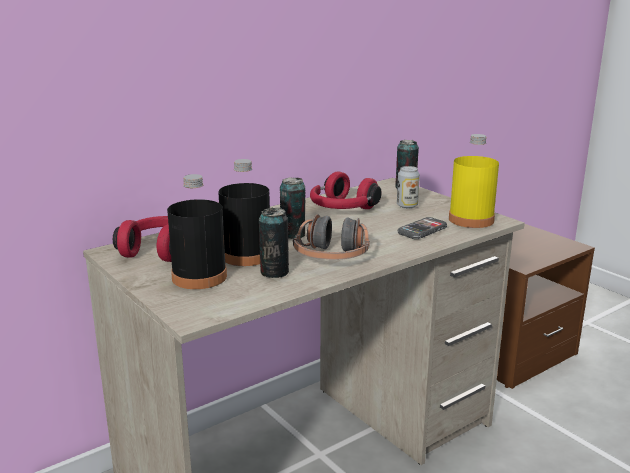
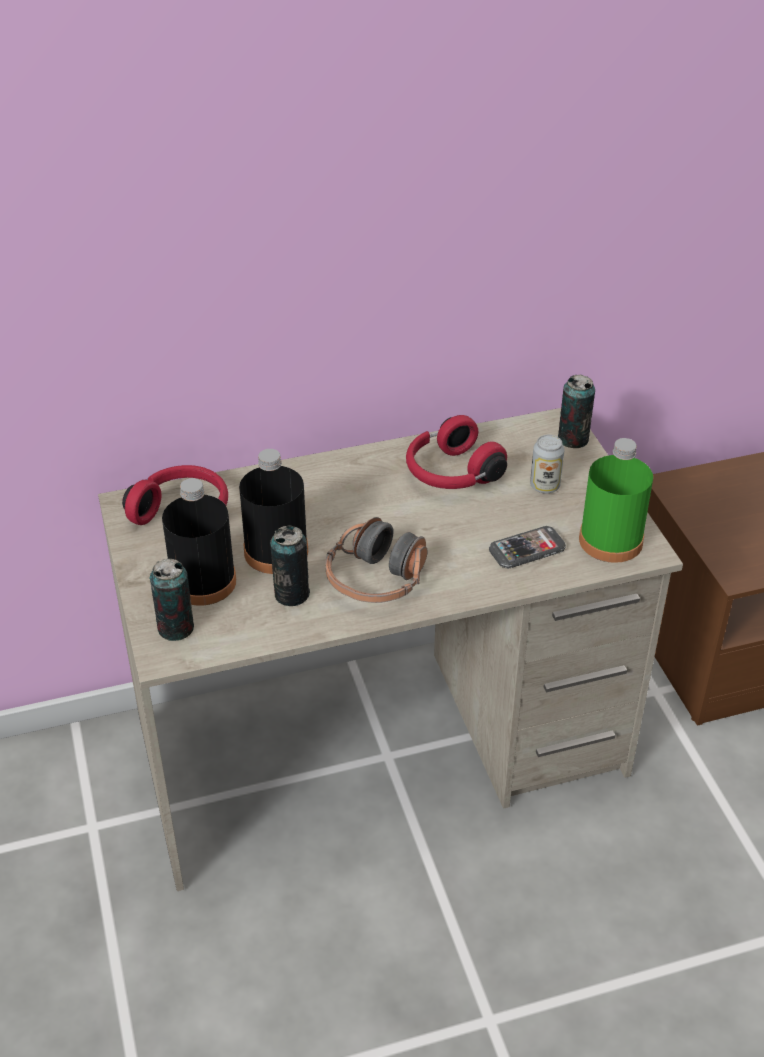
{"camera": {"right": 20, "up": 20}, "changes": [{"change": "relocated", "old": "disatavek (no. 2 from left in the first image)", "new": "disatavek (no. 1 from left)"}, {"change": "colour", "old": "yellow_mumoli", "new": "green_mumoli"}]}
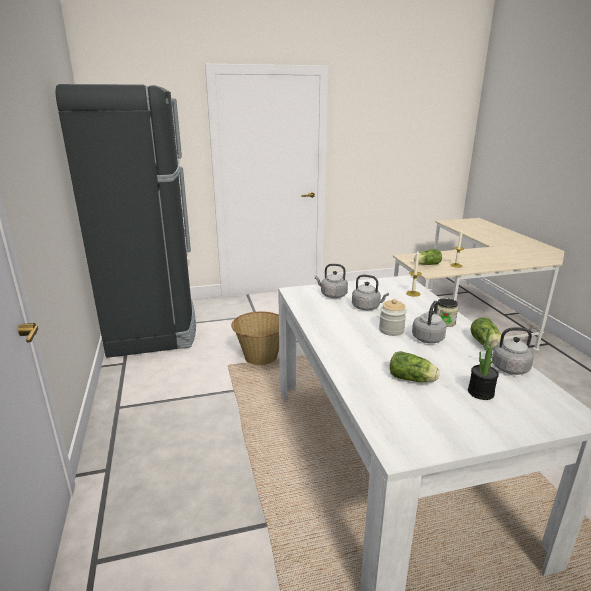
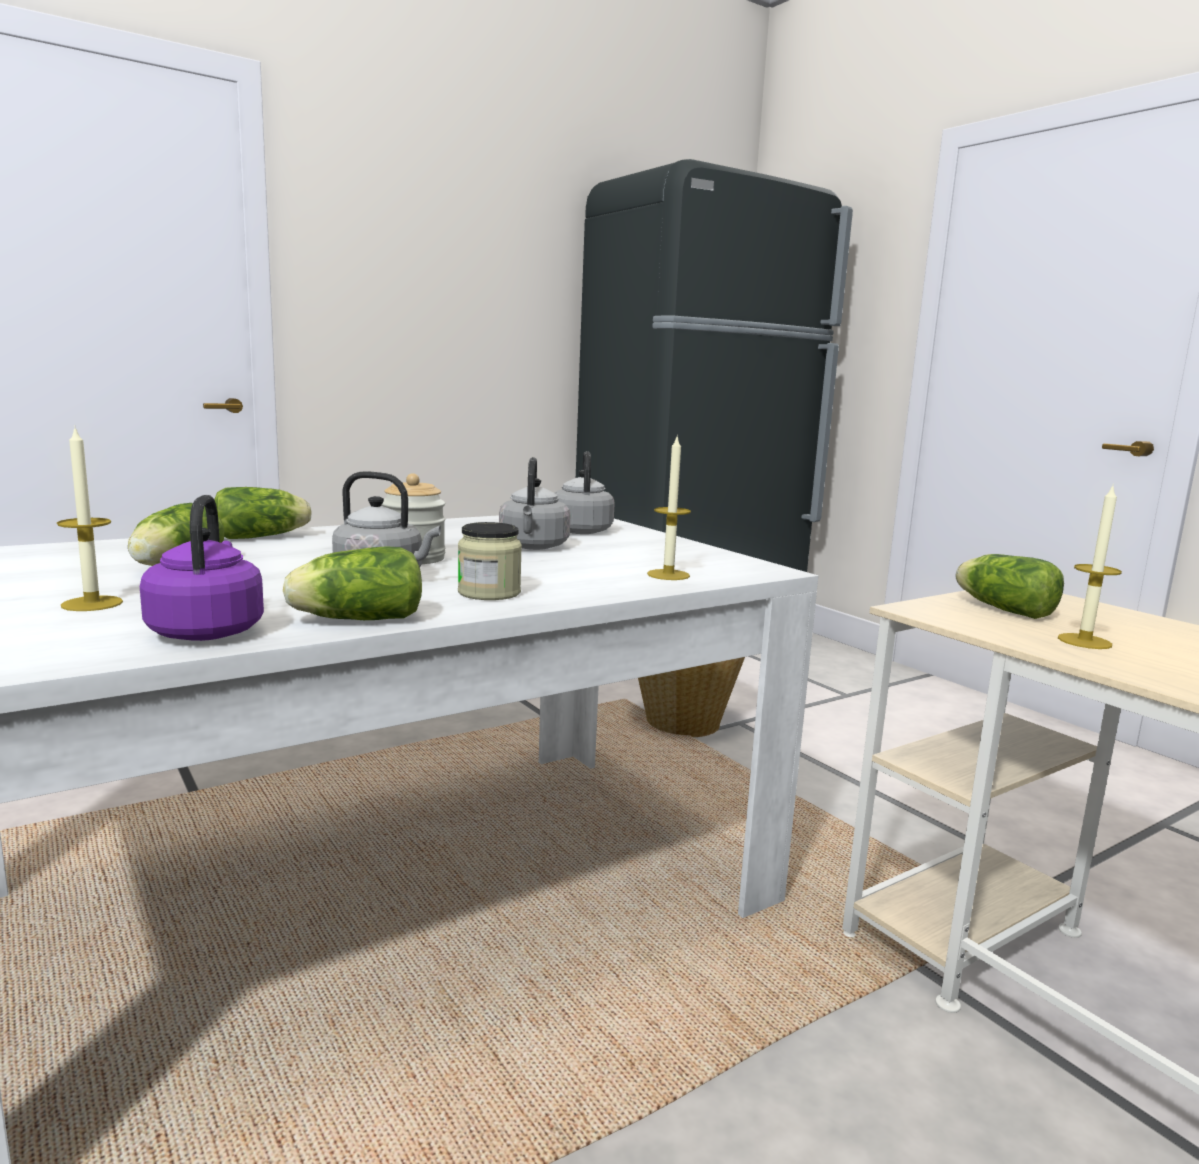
{"camera": {"right": 70, "up": -10}, "changes": [{"change": "exchanged", "old": "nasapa", "new": "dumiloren (no. 1 from left)"}, {"change": "colour", "old": "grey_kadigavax (no. 4 from left)", "new": "purple_kadigavax"}, {"change": "appeared", "new": "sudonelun (no. 2 from left)"}]}
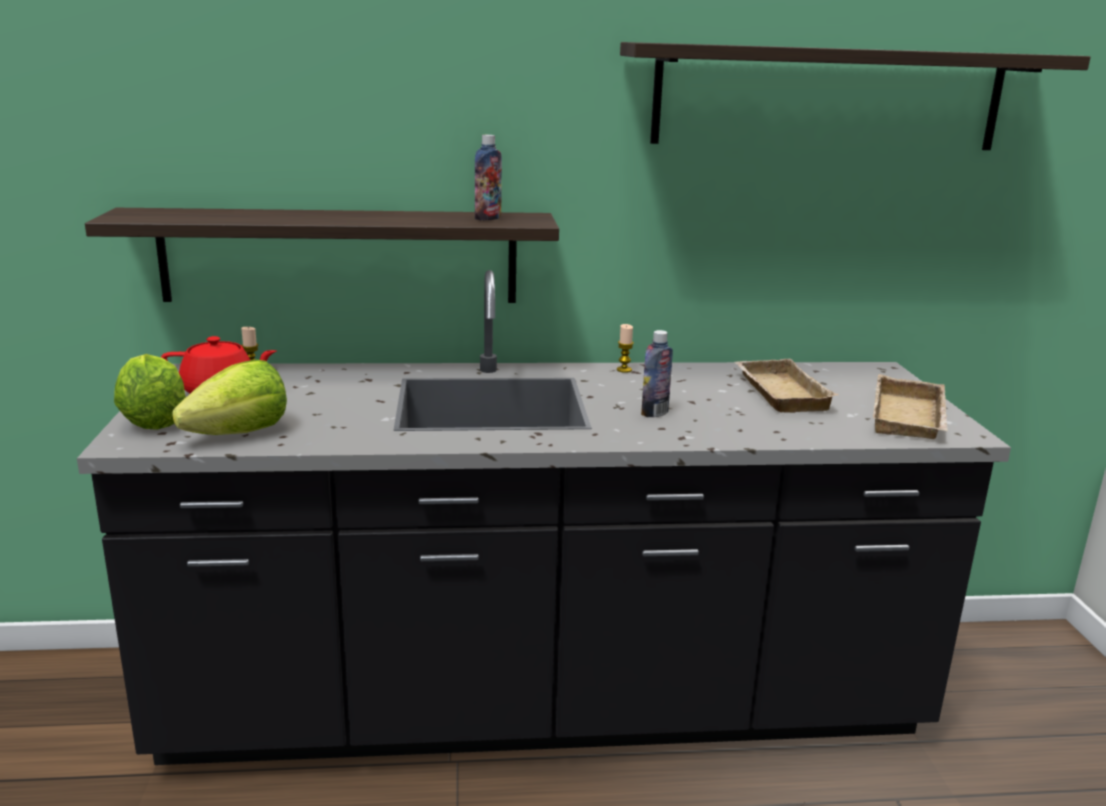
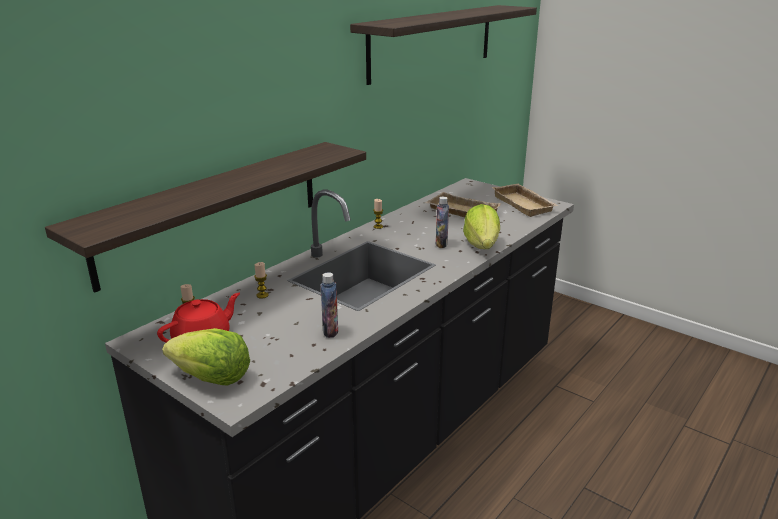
{"camera": {"right": -45, "up": 5}, "changes": [{"change": "relocated", "old": "sudonelun (no. 2 from left)"}, {"change": "relocated", "old": "mumoli (no. 1 from left)"}, {"change": "appeared", "new": "dumiloren (no. 2 from left)"}]}
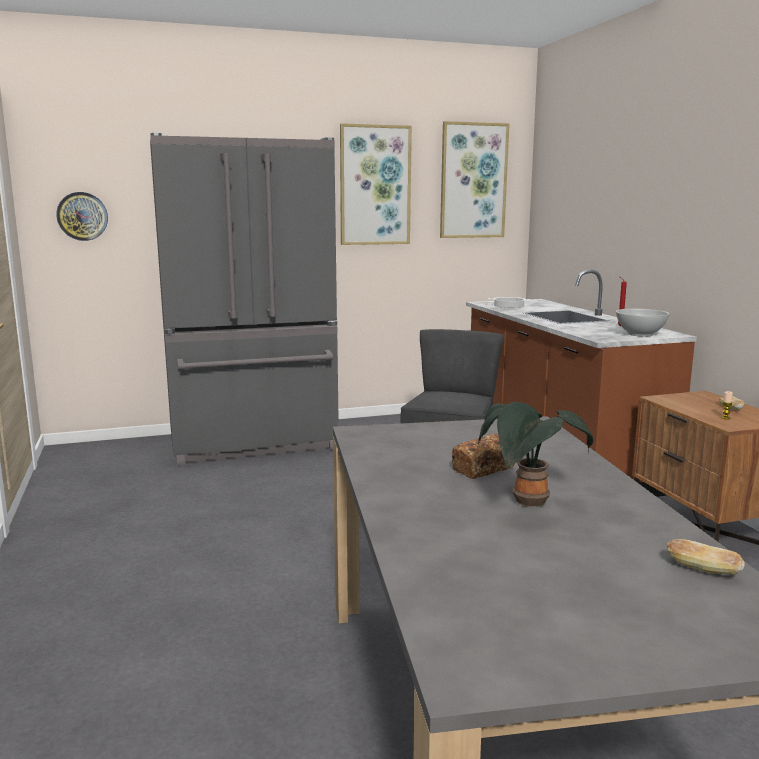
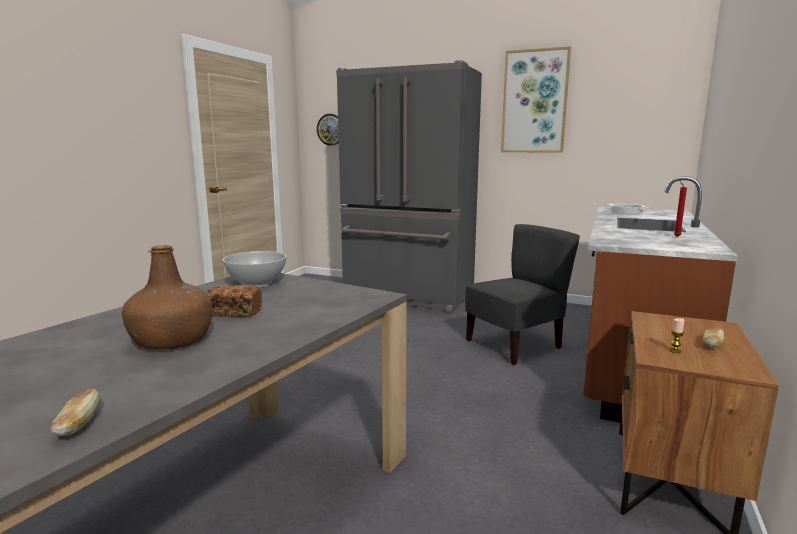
{"camera": {"right": 40, "up": 0}, "changes": [{"change": "missing", "old": "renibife (no. 2 from left)"}, {"change": "exchanged", "old": "nasapa", "new": "brown_mumoli"}, {"change": "relocated", "old": "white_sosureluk"}]}
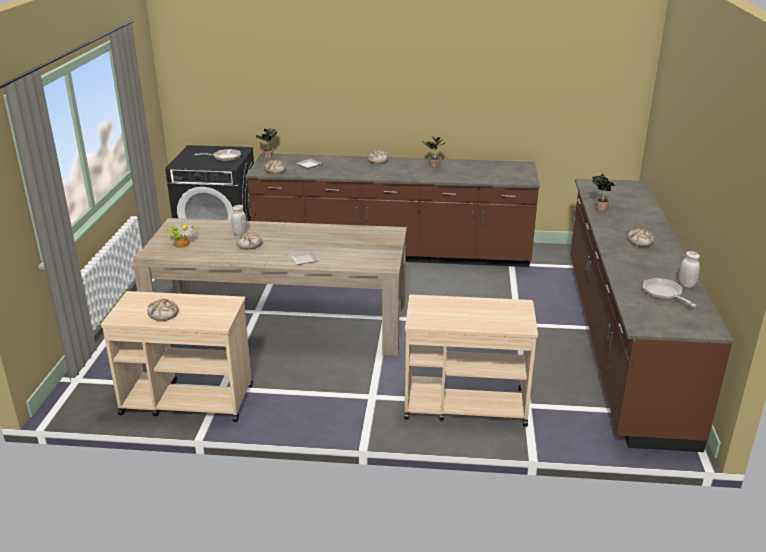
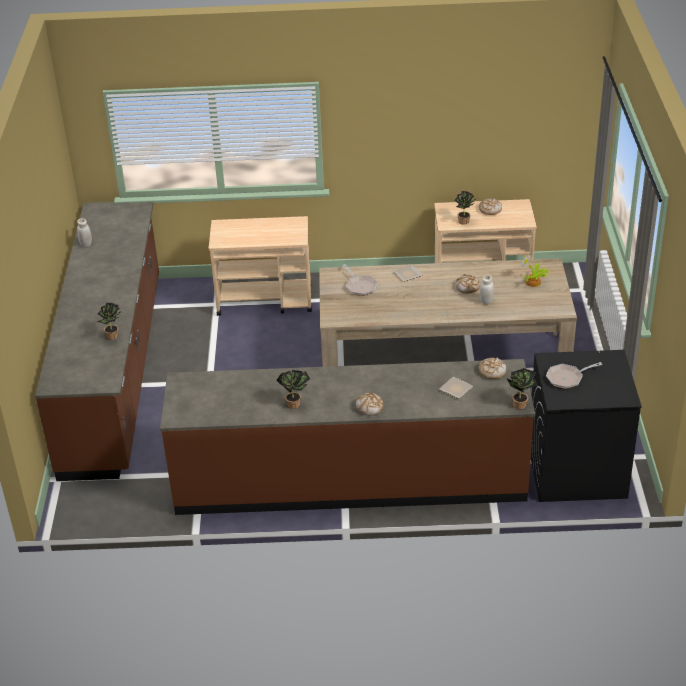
{"camera": {"right": 175, "up": 10}, "changes": [{"change": "missing", "old": "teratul (no. 5 from left)"}, {"change": "relocated", "old": "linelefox (no. 2 from left in the first image)", "new": "linelefox (no. 1 from left)"}, {"change": "appeared", "new": "nasapa (no. 3 from left)"}]}
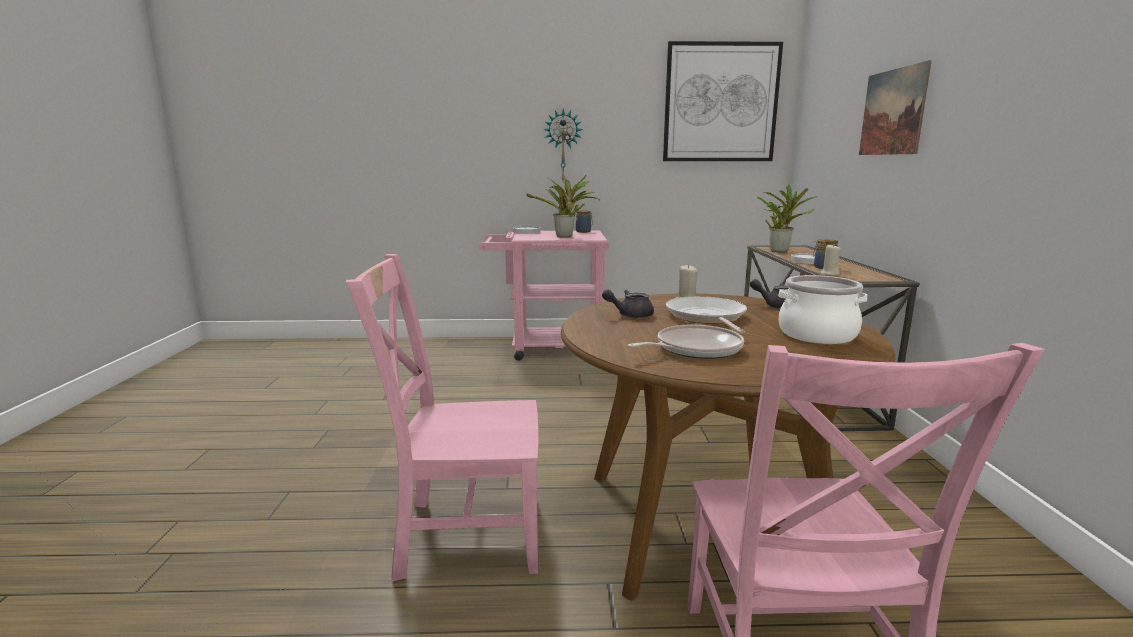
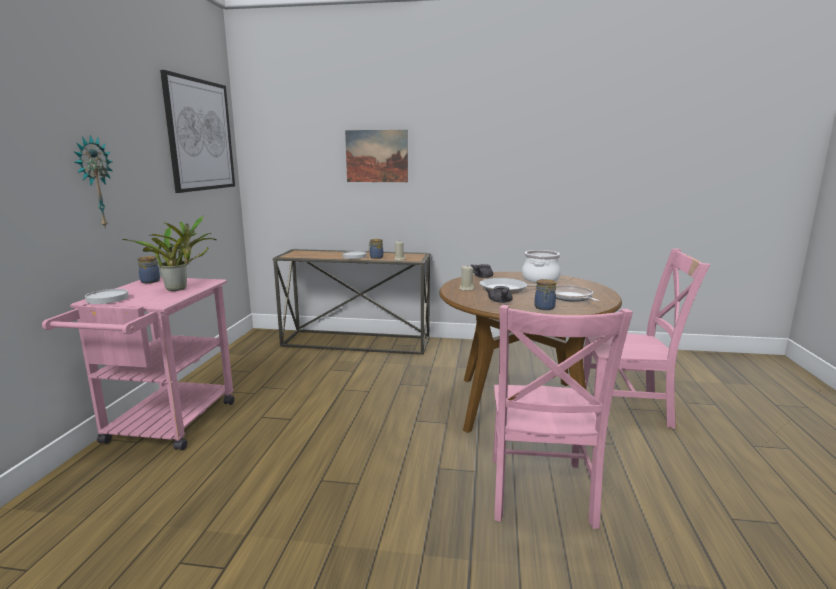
{"camera": {"right": -80, "up": 0}, "changes": [{"change": "missing", "old": "nasapa (no. 2 from left)"}, {"change": "appeared", "new": "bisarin (no. 3 from left)"}]}
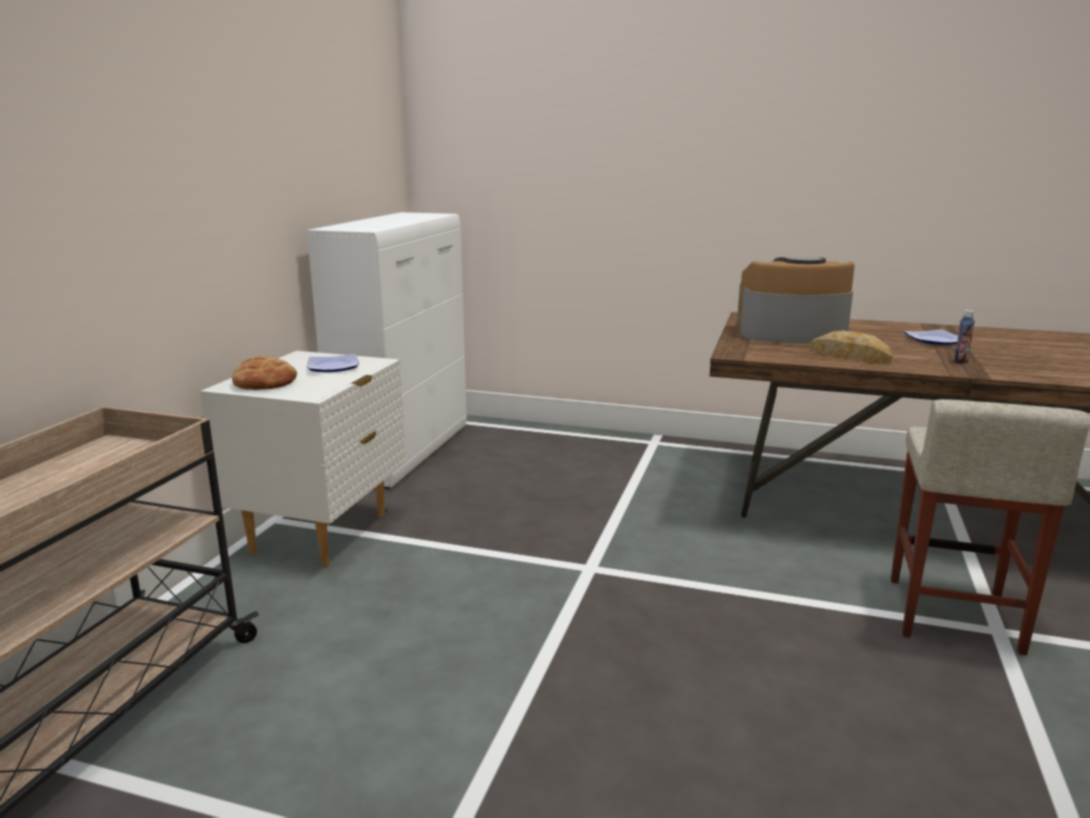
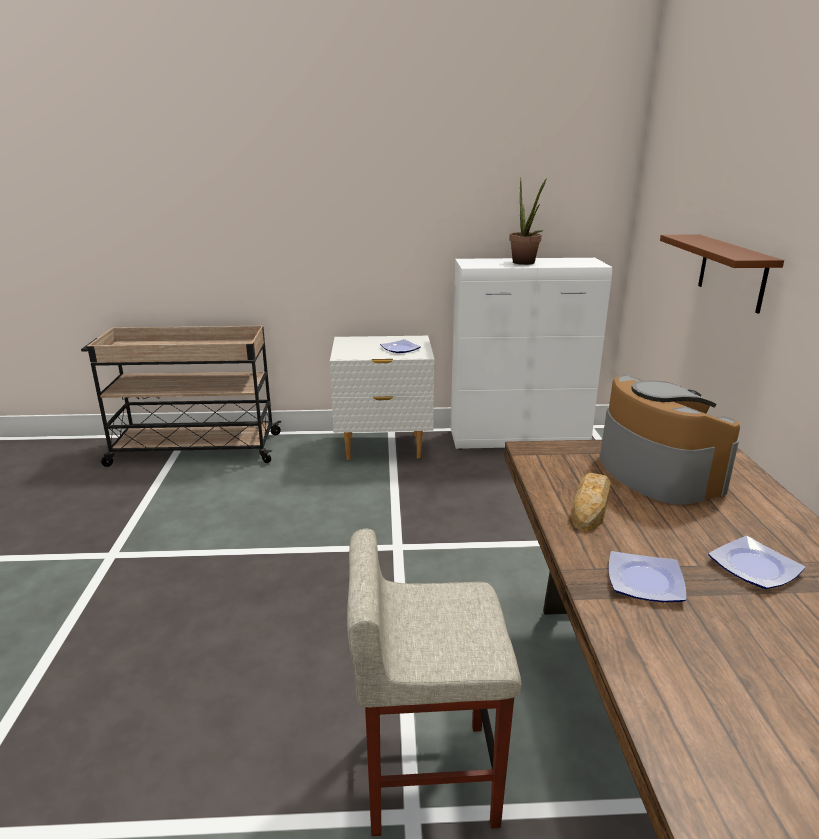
{"camera": {"right": 70, "up": 5}, "changes": [{"change": "missing", "old": "teratul (no. 1 from left)"}, {"change": "exchanged", "old": "mumoli", "new": "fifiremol (no. 2 from left)"}, {"change": "appeared", "new": "nasapa"}, {"change": "appeared", "new": "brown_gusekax"}]}
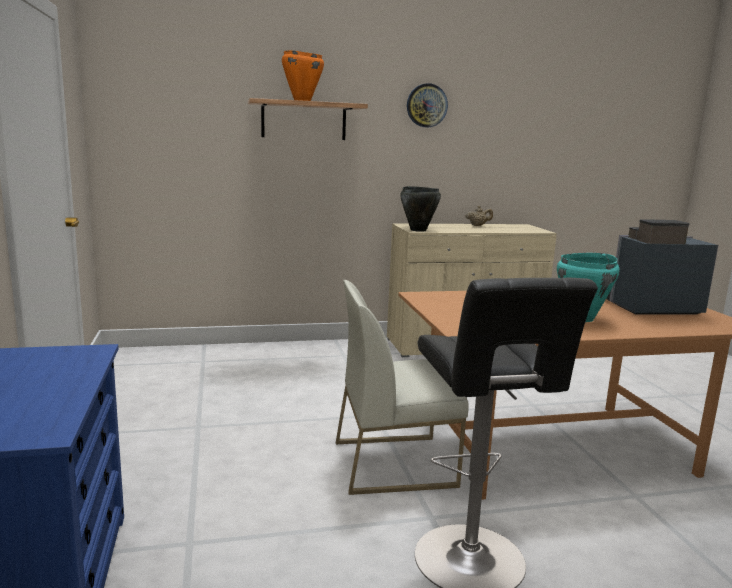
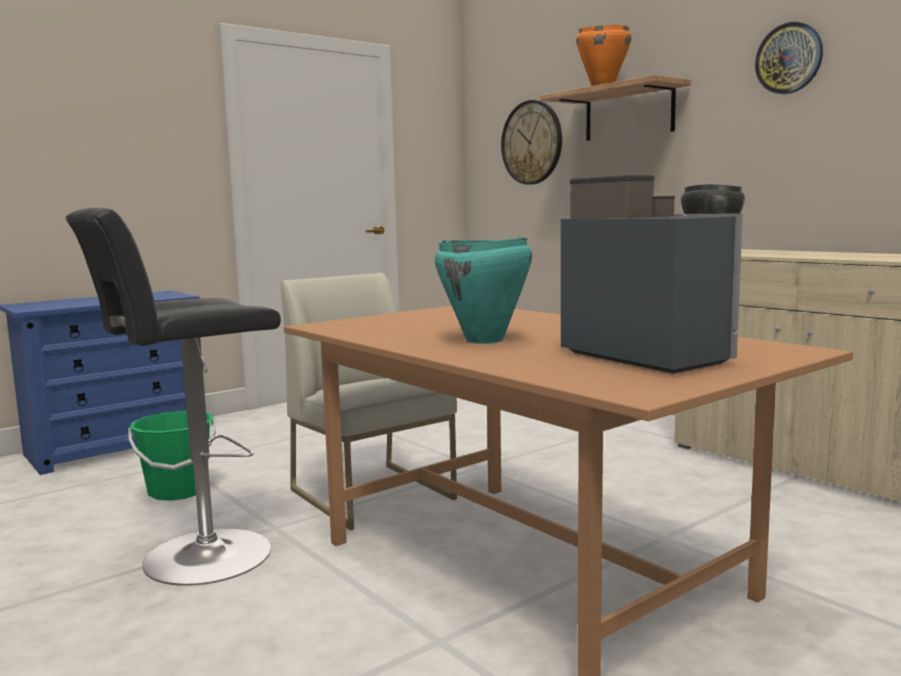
{"camera": {"right": 65, "up": -5}, "changes": [{"change": "missing", "old": "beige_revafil"}, {"change": "appeared", "new": "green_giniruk"}, {"change": "appeared", "new": "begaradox (no. 1 from left)"}]}
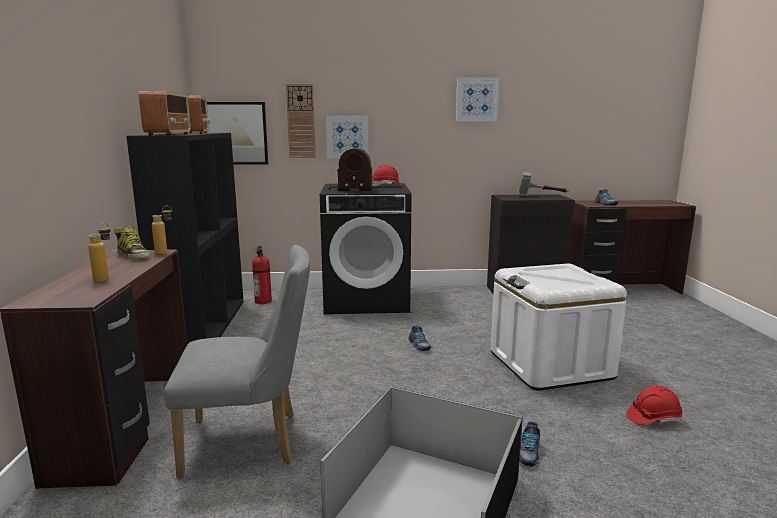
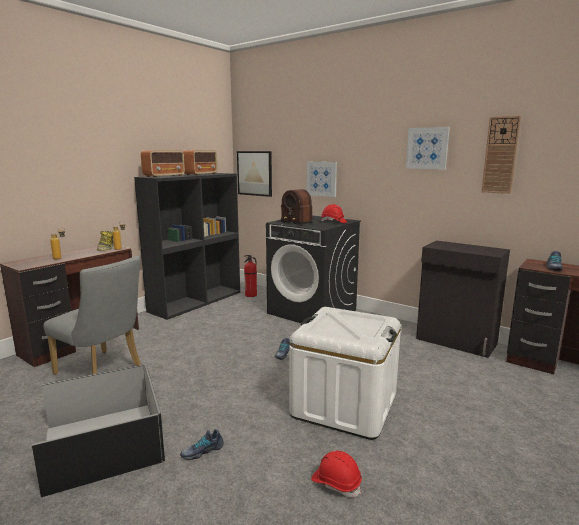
{"camera": {"right": 40, "up": 0}, "changes": [{"change": "relocated", "old": "begaradox"}, {"change": "missing", "old": "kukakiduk"}]}
